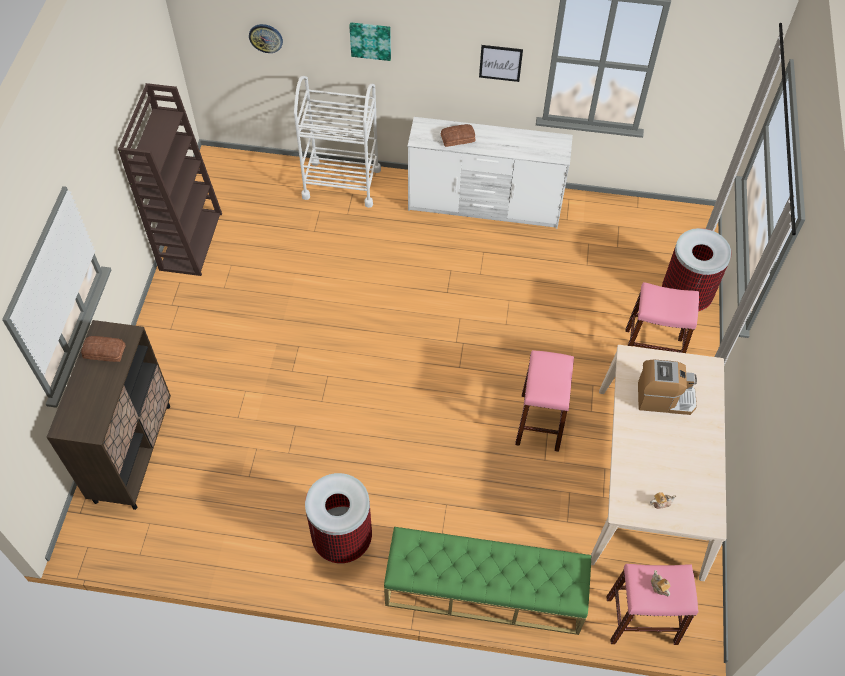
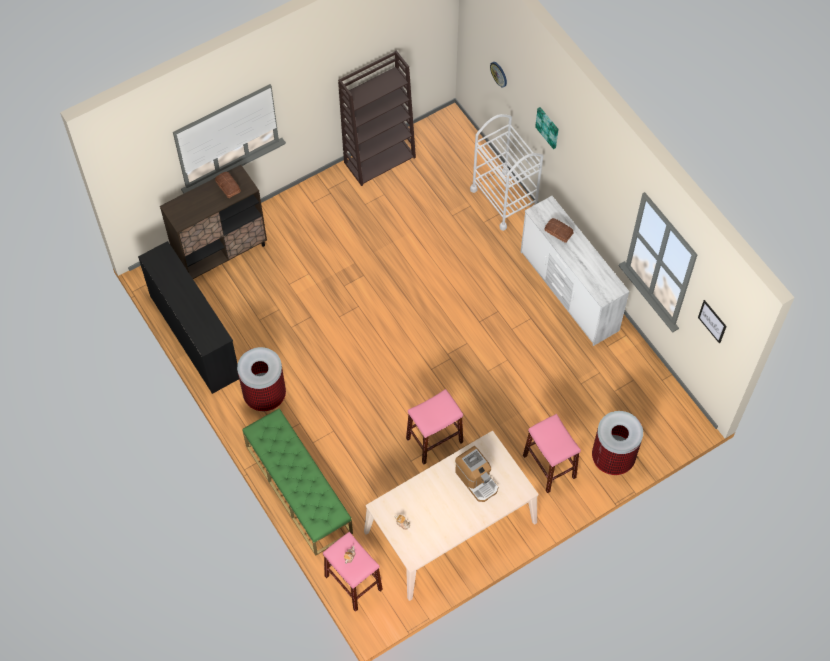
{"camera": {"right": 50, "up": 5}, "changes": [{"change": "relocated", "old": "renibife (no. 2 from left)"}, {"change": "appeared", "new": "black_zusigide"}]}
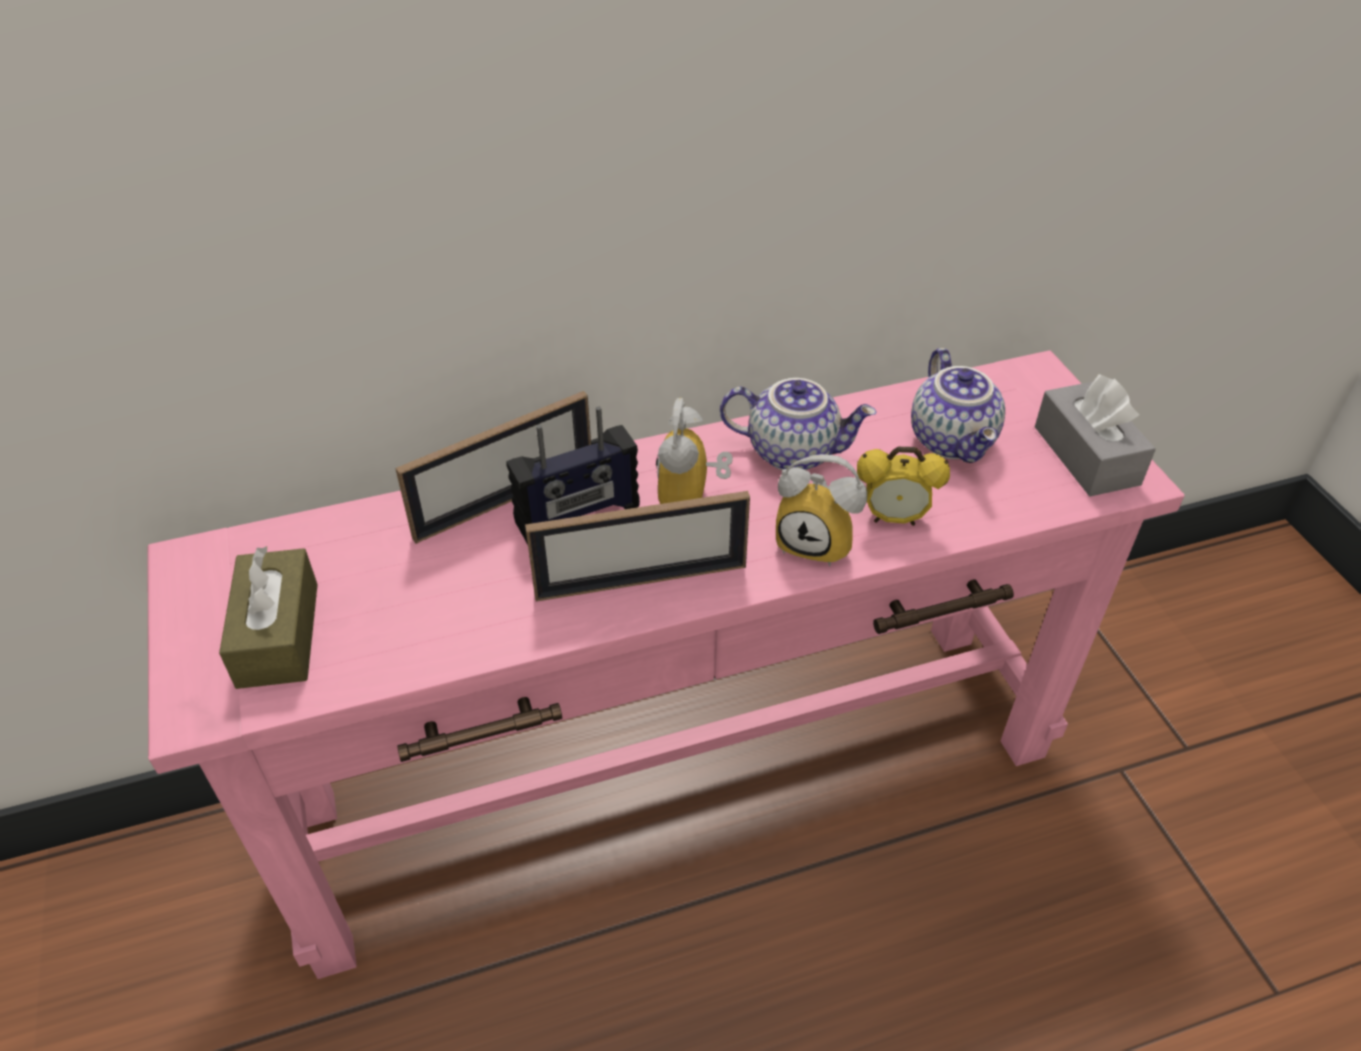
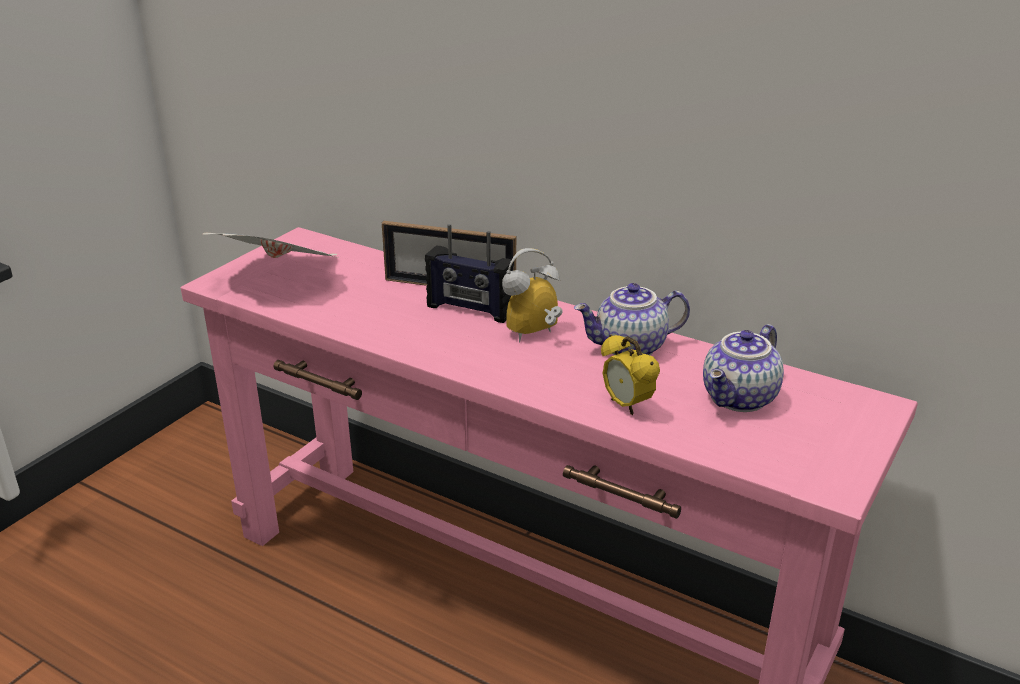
{"camera": {"right": 50, "up": -15}, "changes": [{"change": "exchanged", "old": "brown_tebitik", "new": "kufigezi"}, {"change": "missing", "old": "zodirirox (no. 2 from left)"}, {"change": "spun", "old": "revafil (no. 1 from left)", "degrees": 105}, {"change": "missing", "old": "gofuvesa (no. 2 from left)"}, {"change": "missing", "old": "grey_tebitik"}]}
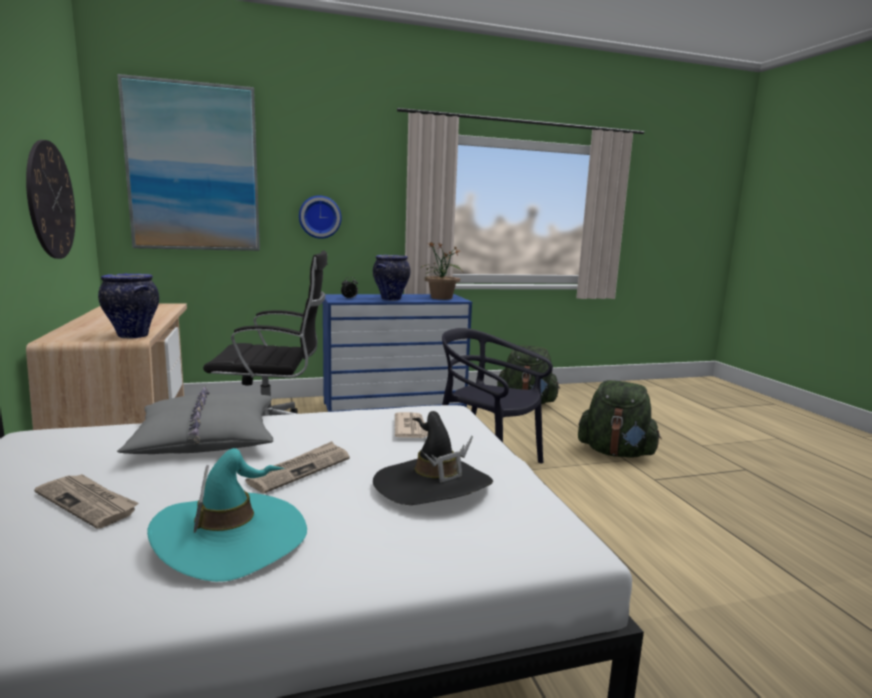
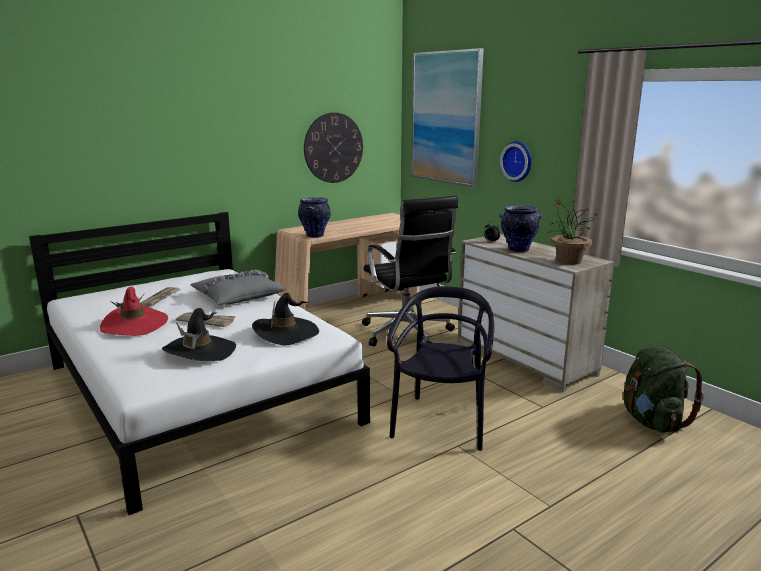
{"camera": {"right": 70, "up": 5}, "changes": [{"change": "colour", "old": "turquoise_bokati", "new": "red_bokati"}, {"change": "colour", "old": "blue_zusigide", "new": "beige_zusigide"}, {"change": "exchanged", "old": "kufigezi (no. 3 from left)", "new": "black_bokati (no. 2 from left)"}, {"change": "missing", "old": "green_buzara (no. 2 from left)"}]}
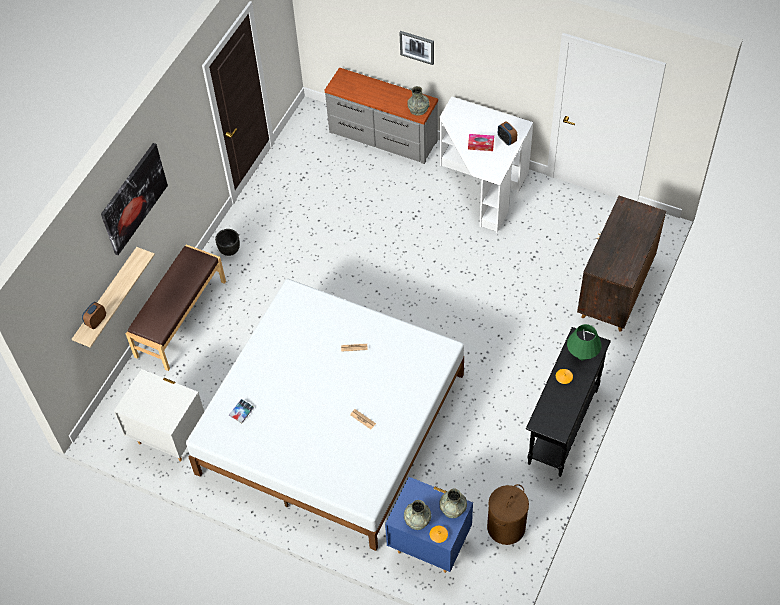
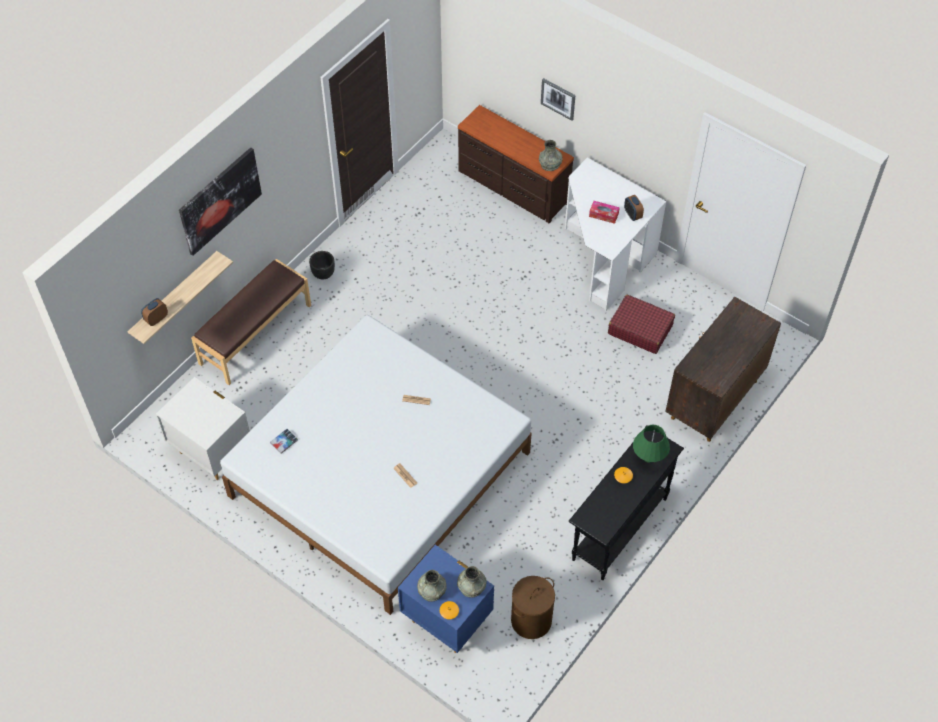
{"camera": {"right": 10, "up": 0}, "changes": [{"change": "colour", "old": "grey_zusigide", "new": "brown_zusigide"}, {"change": "appeared", "new": "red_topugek"}]}
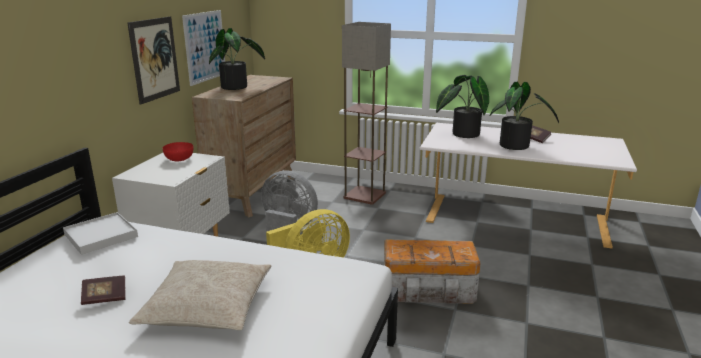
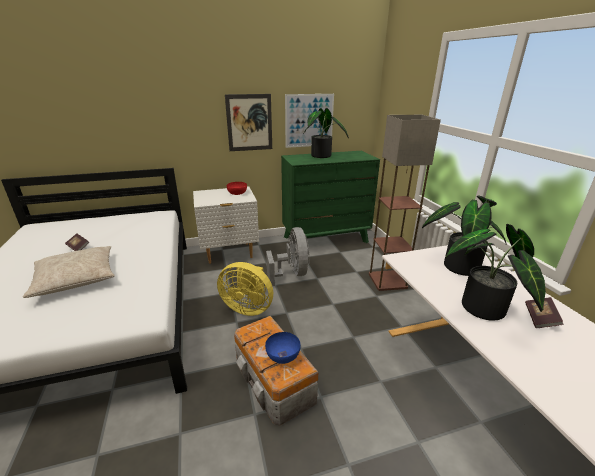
{"camera": {"right": 55, "up": 5}, "changes": [{"change": "missing", "old": "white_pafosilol"}, {"change": "colour", "old": "brown_zusigide", "new": "green_zusigide"}, {"change": "appeared", "new": "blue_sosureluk"}]}
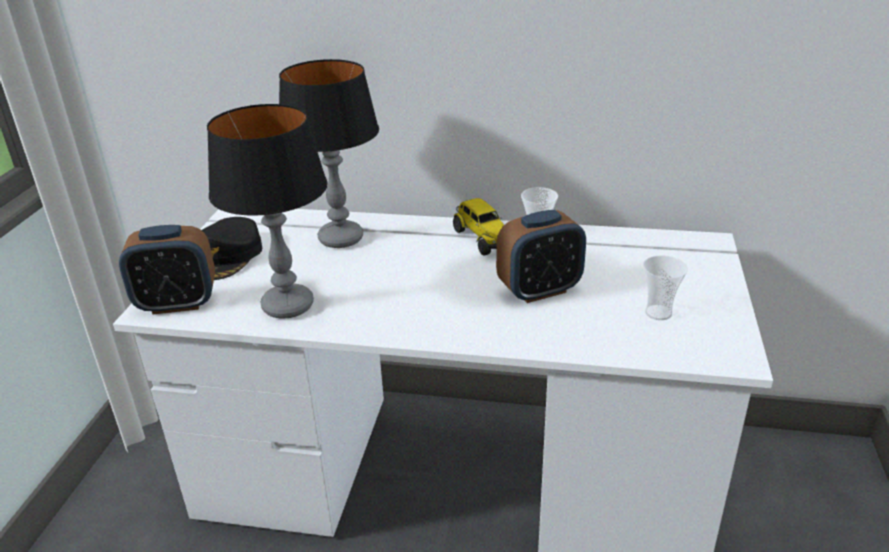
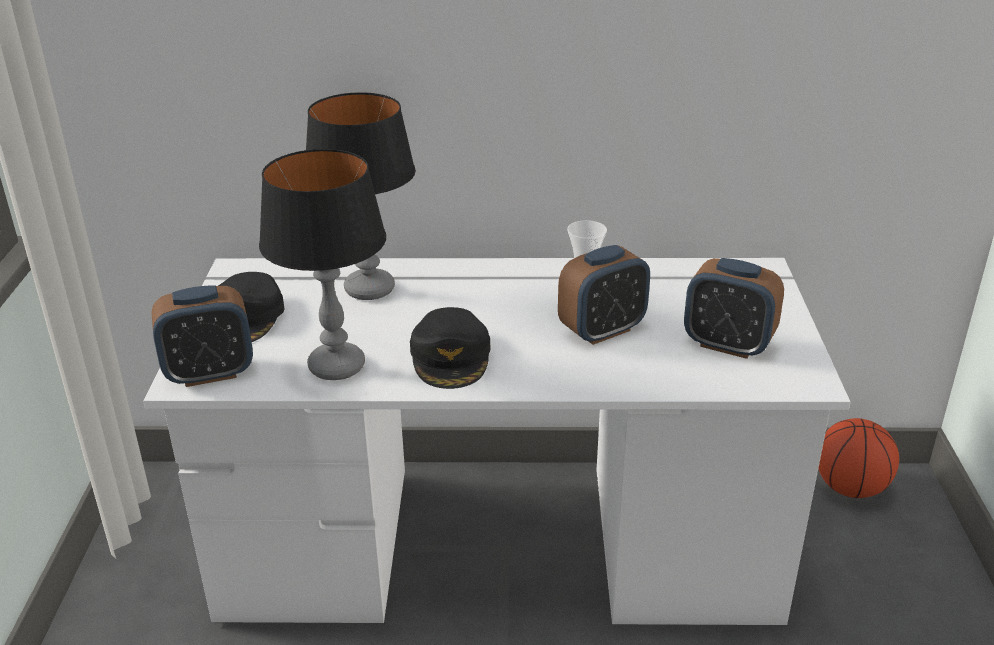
{"camera": {"right": -10, "up": 0}, "changes": [{"change": "missing", "old": "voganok"}, {"change": "exchanged", "old": "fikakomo (no. 2 from left)", "new": "gofuvesa (no. 3 from left)"}, {"change": "appeared", "new": "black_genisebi (no. 2 from left)"}, {"change": "appeared", "new": "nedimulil"}]}
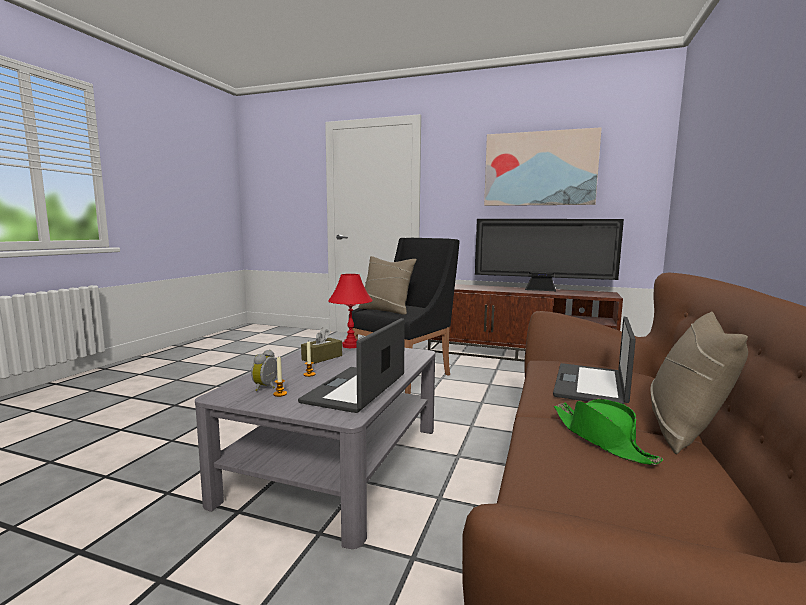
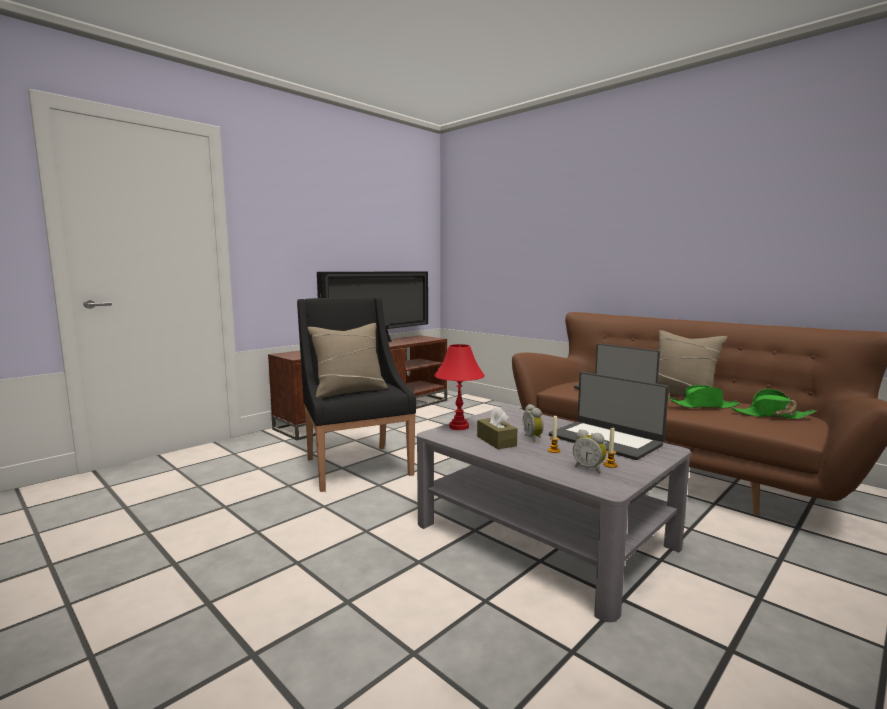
{"camera": {"right": -65, "up": 0}, "changes": [{"change": "missing", "old": "renibife"}, {"change": "appeared", "new": "gofuvesa (no. 1 from left)"}, {"change": "appeared", "new": "green_bokati (no. 2 from left)"}]}
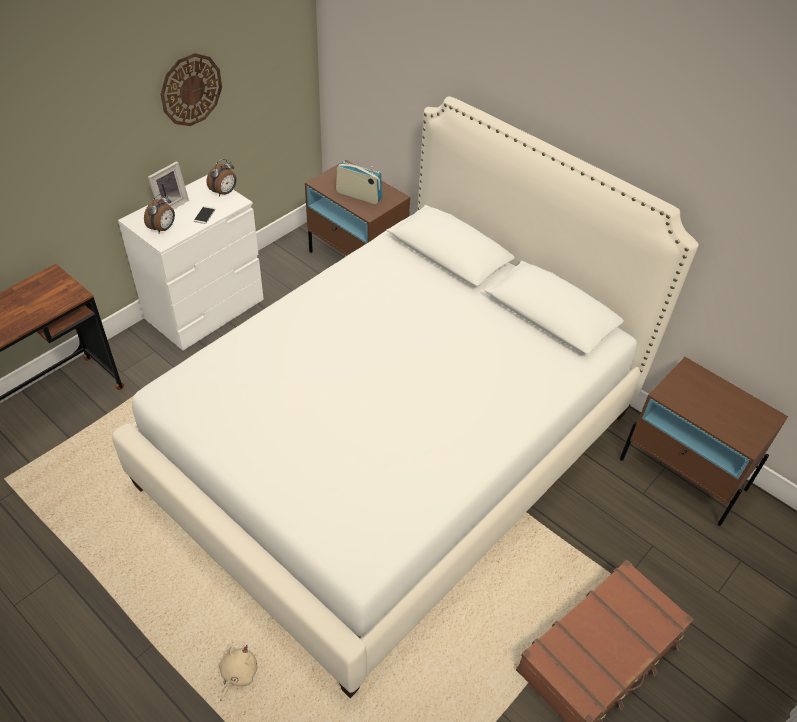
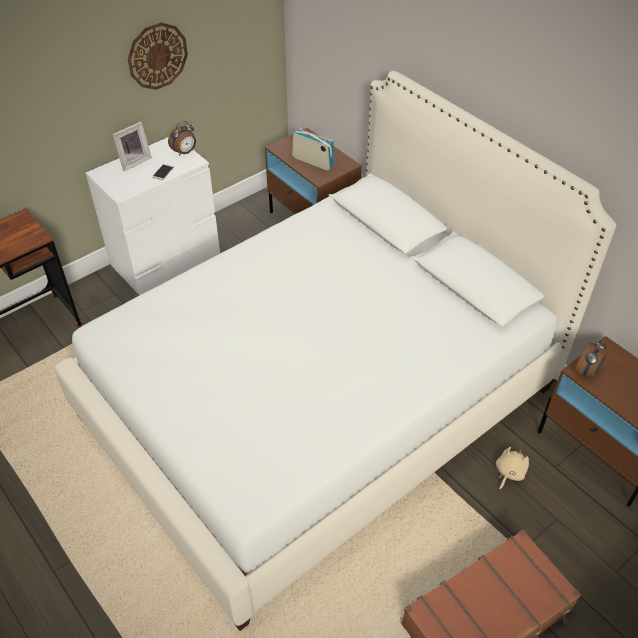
{"camera": {"right": 10, "up": 0}, "changes": [{"change": "relocated", "old": "gofuvesa (no. 1 from left in the first image)", "new": "gofuvesa (no. 2 from left)"}, {"change": "relocated", "old": "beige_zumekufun"}]}
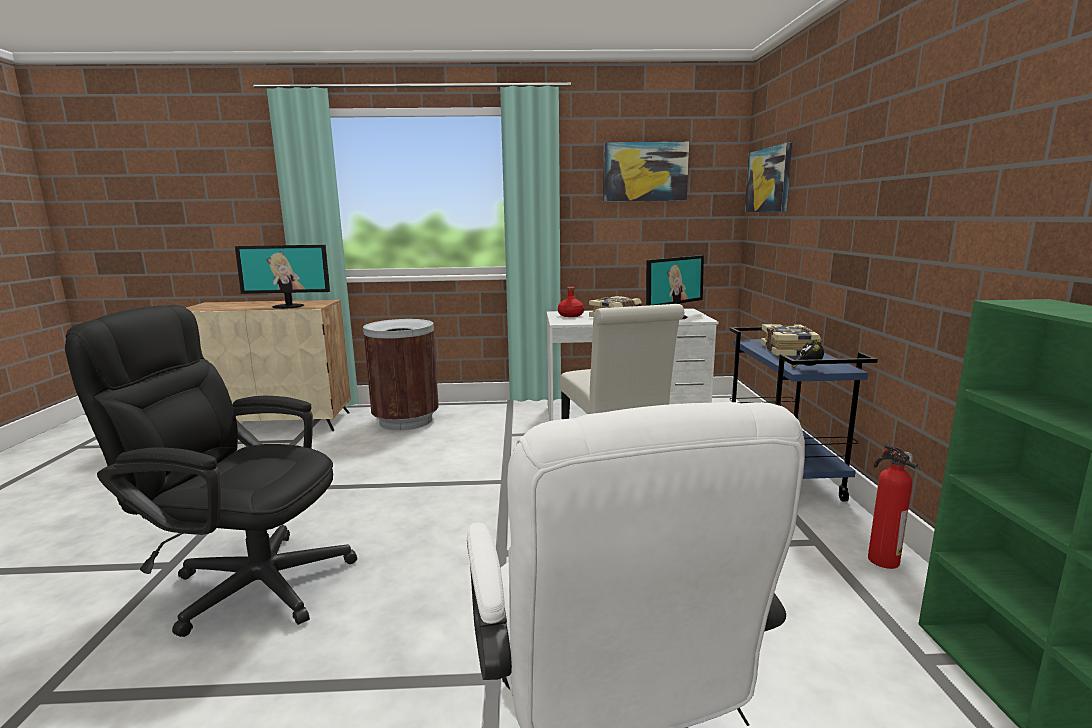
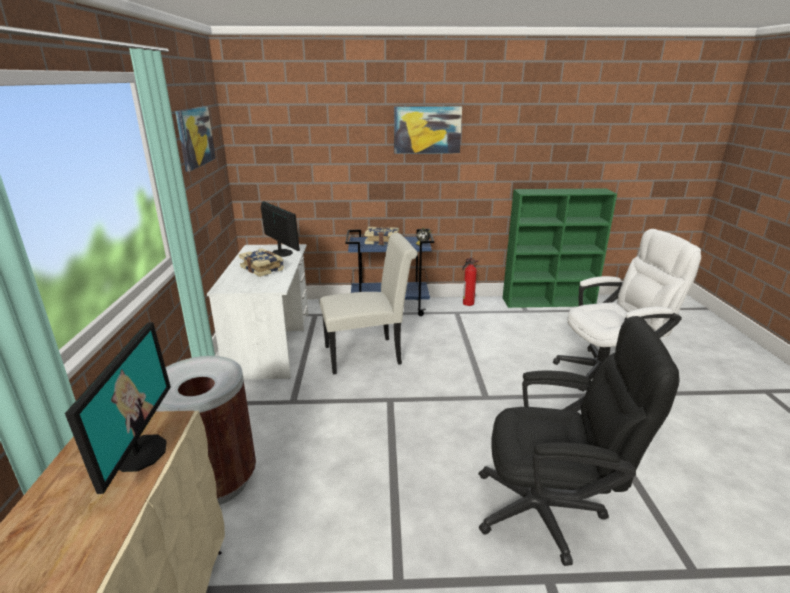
{"camera": {"right": -90, "up": 10}, "changes": [{"change": "spun", "old": "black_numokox", "degrees": -90}, {"change": "missing", "old": "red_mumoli"}, {"change": "relocated", "old": "renibife (no. 2 from left)"}]}
